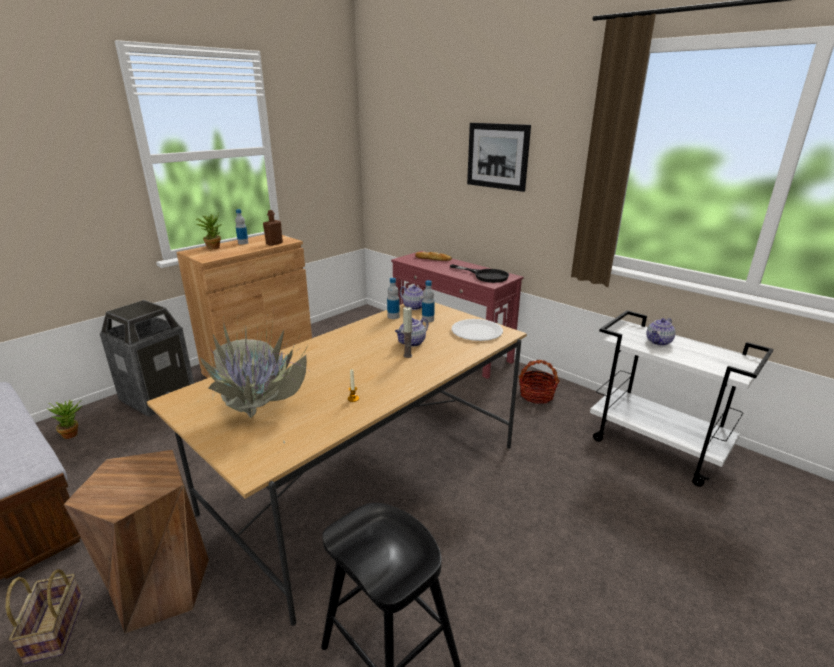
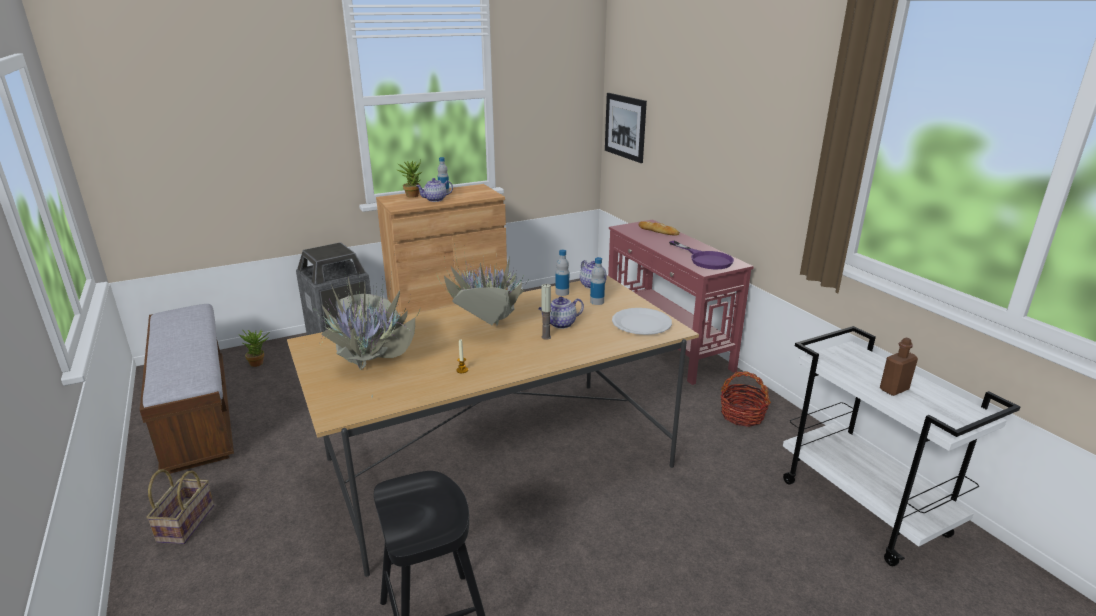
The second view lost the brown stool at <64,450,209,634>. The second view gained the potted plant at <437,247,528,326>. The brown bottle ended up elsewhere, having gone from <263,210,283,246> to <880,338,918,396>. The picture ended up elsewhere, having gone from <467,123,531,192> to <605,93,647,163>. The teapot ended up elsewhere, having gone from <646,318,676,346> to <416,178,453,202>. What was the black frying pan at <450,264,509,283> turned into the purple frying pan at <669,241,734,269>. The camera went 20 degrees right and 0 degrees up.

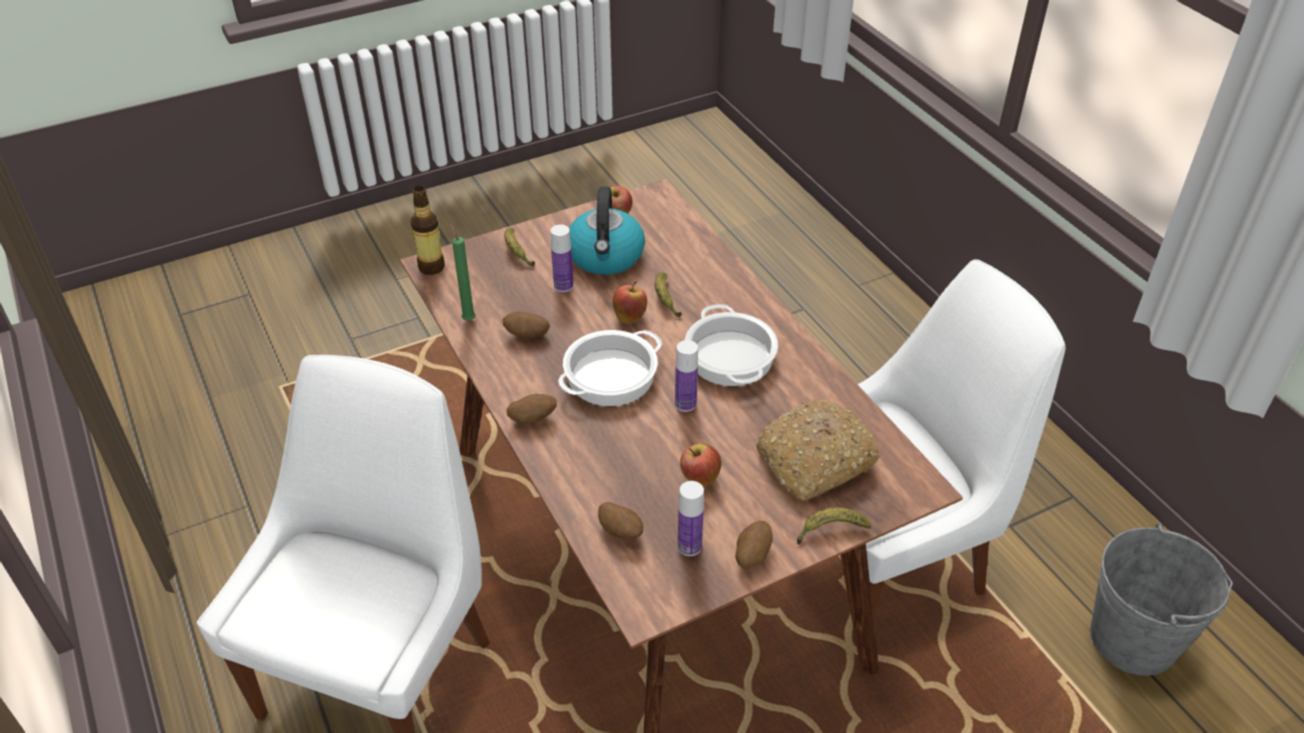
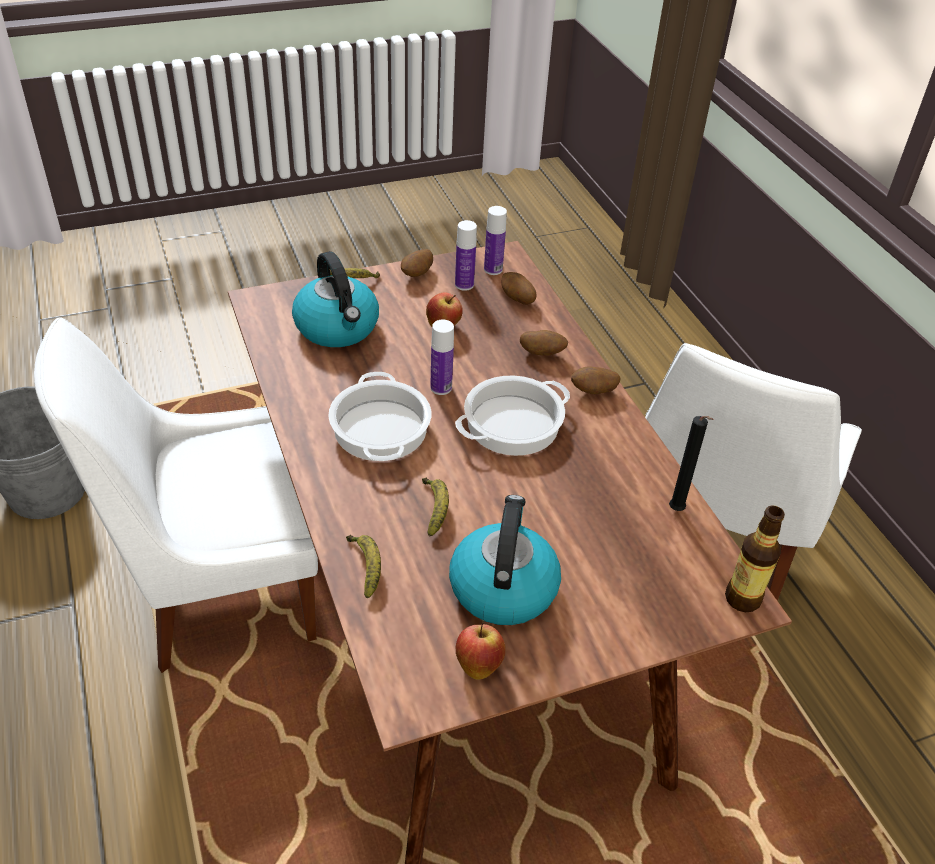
The second view lost the apple at <613,281,647,324>. The potato ended up elsewhere, having gone from <502,311,550,338> to <520,330,568,356>. The banana ended up elsewhere, having gone from <504,227,535,267> to <346,535,381,598>. The bottle ended up elsewhere, having gone from <550,225,573,292> to <484,206,507,275>. Where the bread stood at <756,399,879,500>, the kettle came to stand at <292,251,379,347>. What was the green candle at <450,224,476,321> turned into the black candle at <669,416,713,511>. The camera went 175 degrees left and 0 degrees up.

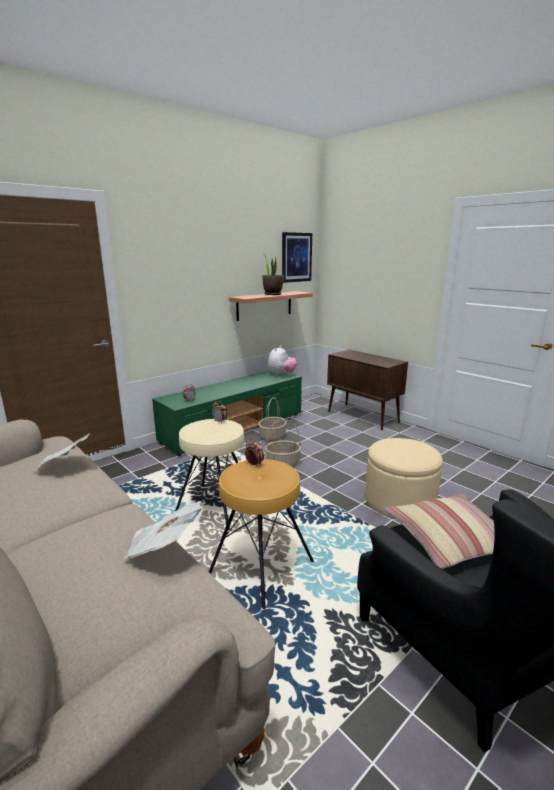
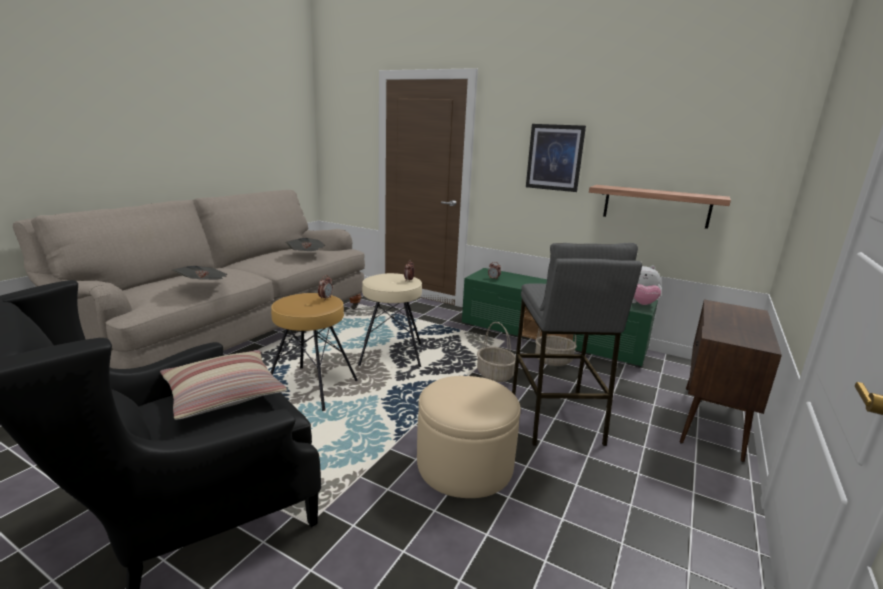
The second view lost the potted plant at <262,256,284,295>. The second view gained the grey stool at <512,243,642,446>. The picture ended up elsewhere, having gone from <282,232,312,283> to <526,124,586,192>. The camera went 70 degrees right and 0 degrees up.

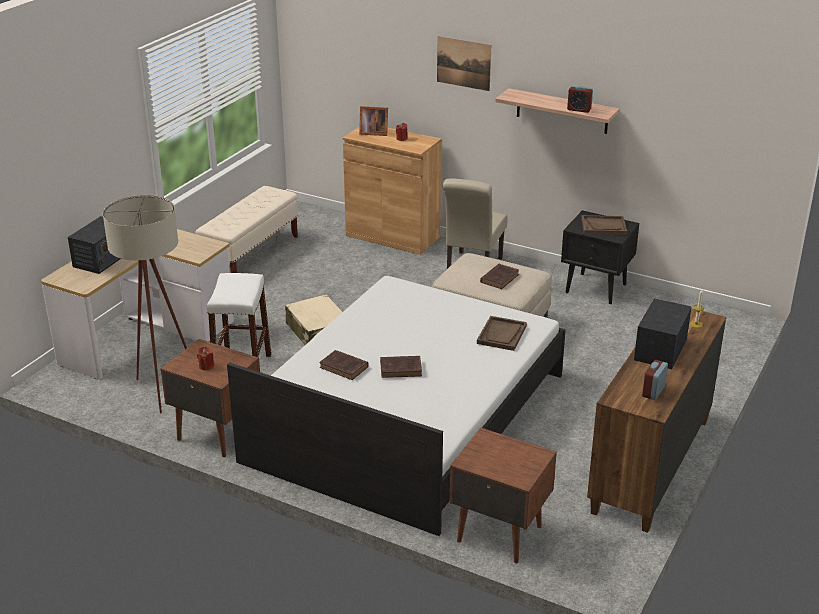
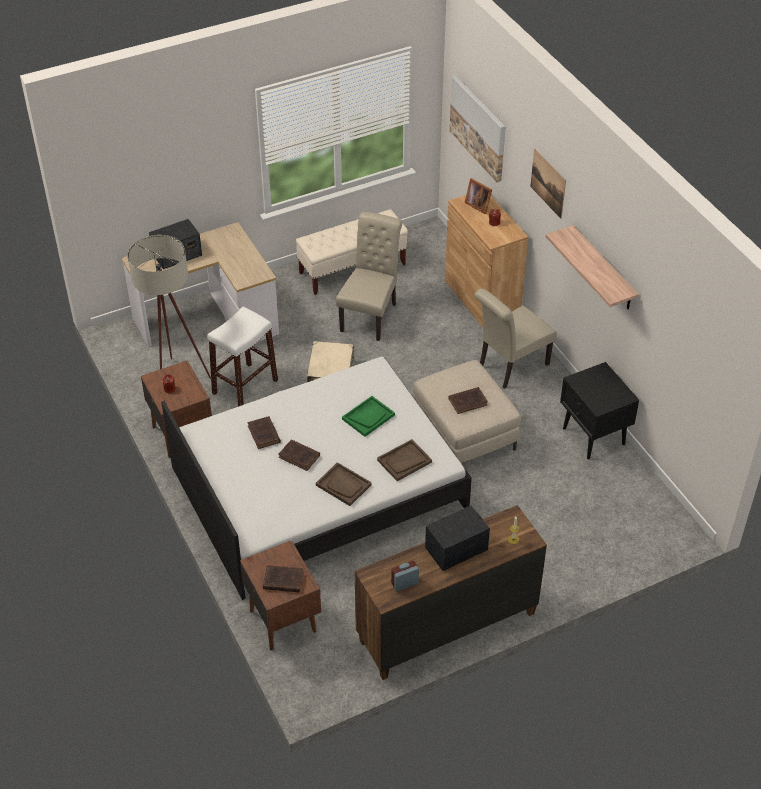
The second view lost the alarm clock at <567,86,593,113>. The second view gained the brown book at <263,565,304,592>. The second view gained the beige chair at <336,212,402,341>. The second view gained the green tray at <342,396,395,437>. The second view gained the picture at <449,76,506,182>. The brown tray ended up elsewhere, having gone from <581,215,627,235> to <316,462,371,506>. The camera went 35 degrees right and 15 degrees up.

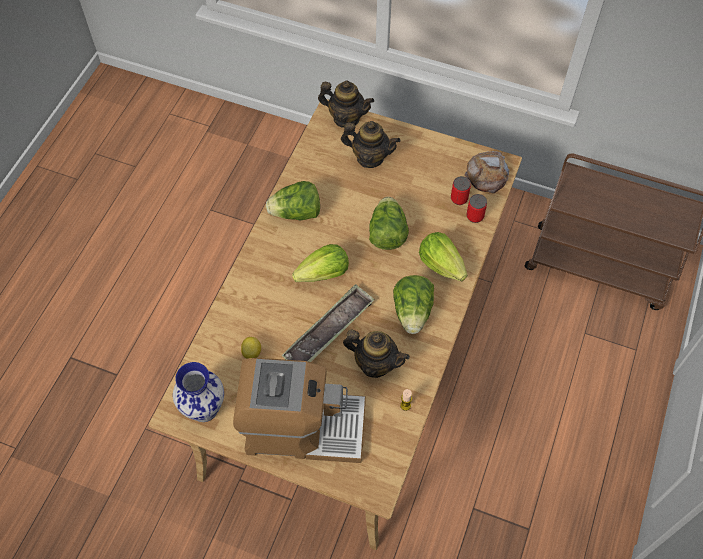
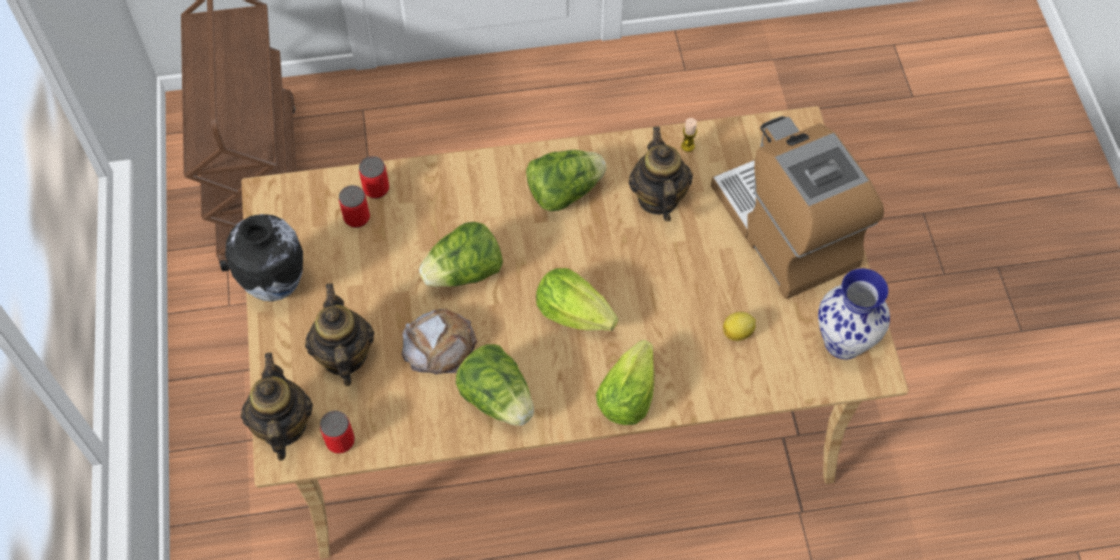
The second view lost the tray at <281,284,375,362>. The second view gained the vase at <225,214,303,302>. The second view gained the can at <320,411,355,453>. The lettuce ended up elsewhere, having gone from <419,232,467,281> to <596,340,655,425>. The bread ended up elsewhere, having gone from <464,151,509,193> to <402,309,477,374>. The camera went 120 degrees left and 0 degrees up.

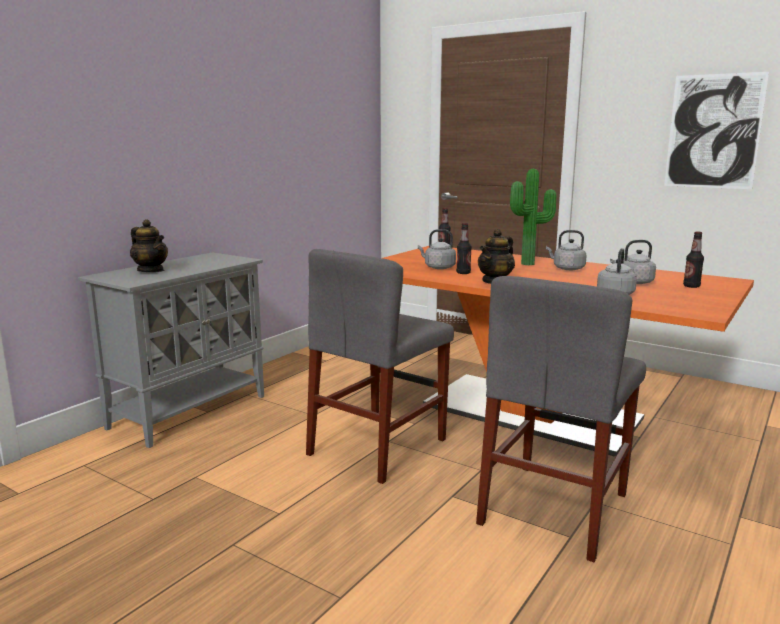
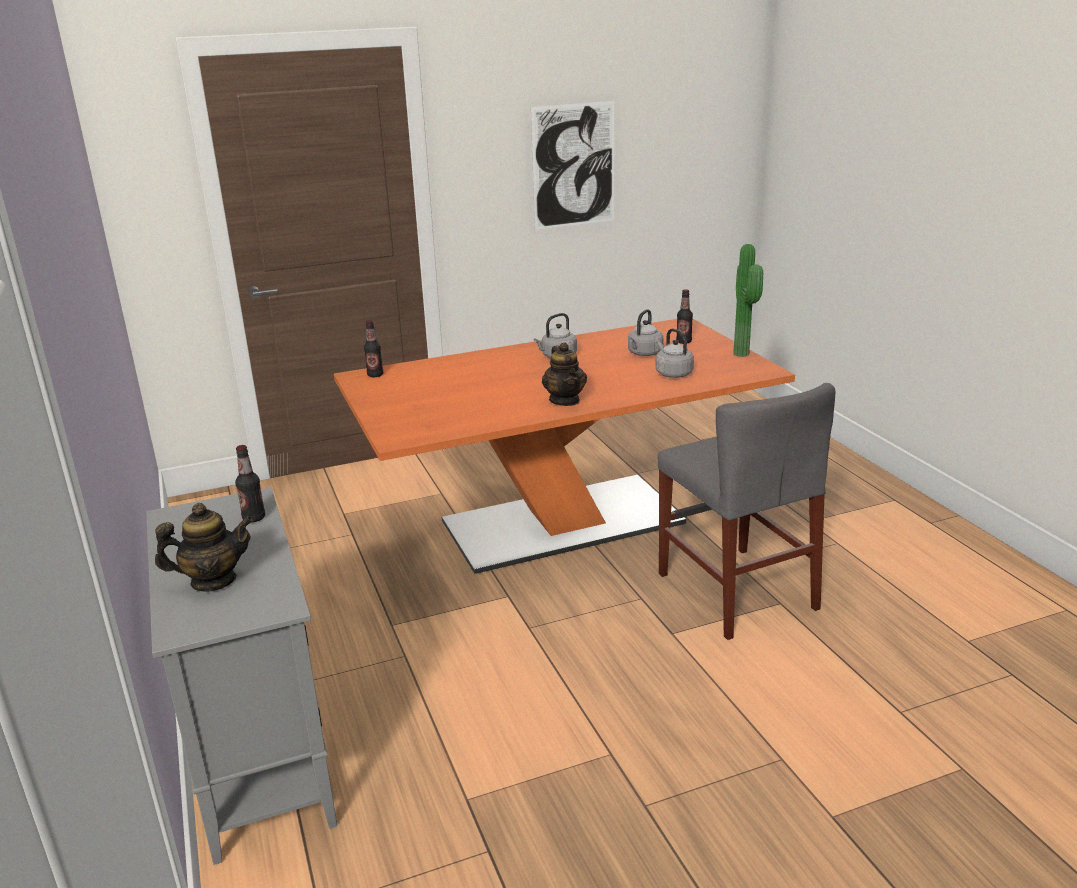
The second view lost the grey chair at <306,249,454,484>. The second view lost the grey kettle at <418,229,456,269>. The bottle ended up elsewhere, having gone from <456,223,472,274> to <235,445,265,522>. The potted plant ended up elsewhere, having gone from <510,169,556,265> to <733,244,763,357>. The camera went 55 degrees left and 10 degrees up.

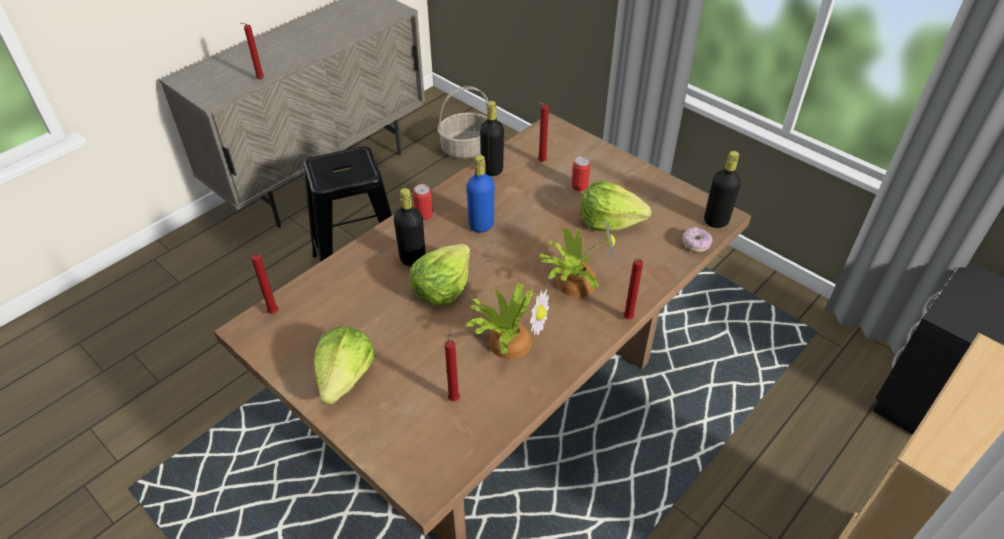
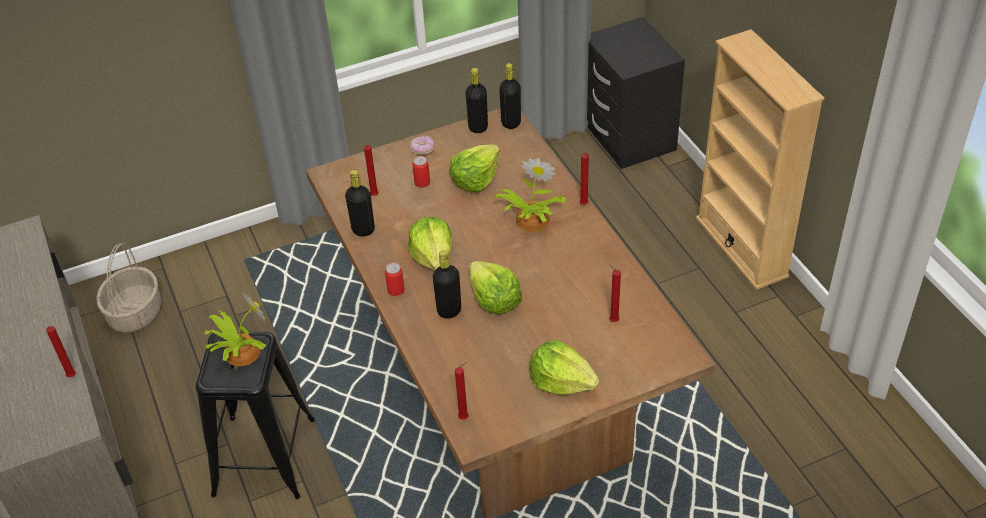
The second view gained the black bottle at <465,68,488,133>. The potted plant ended up elsewhere, having gone from <465,283,549,359> to <205,293,266,366>. The donut ended up elsewhere, having gone from <683,227,712,252> to <410,136,435,155>. Where the blue bottle stood at <467,155,494,233>, the lettuce came to stand at <408,217,453,270>. The camera went 65 degrees left and 0 degrees up.

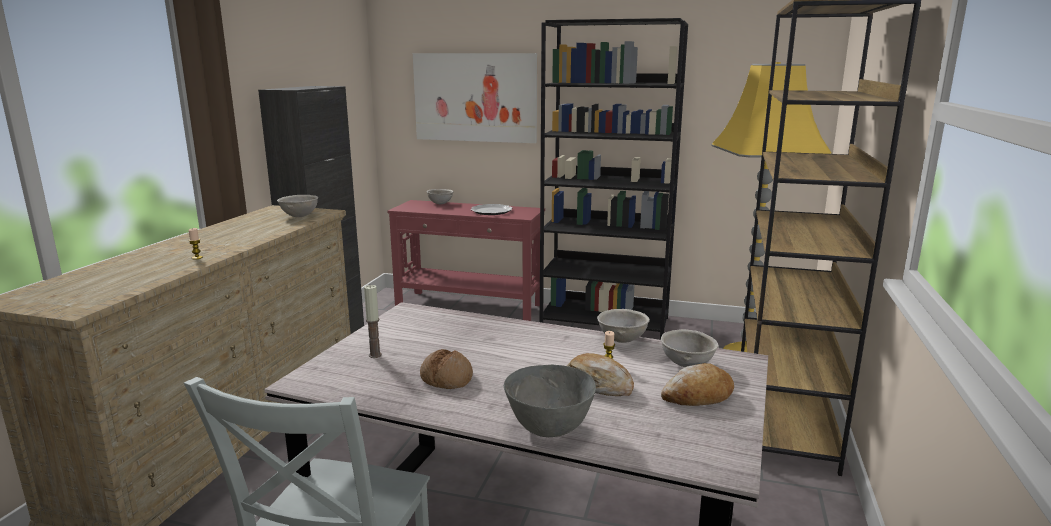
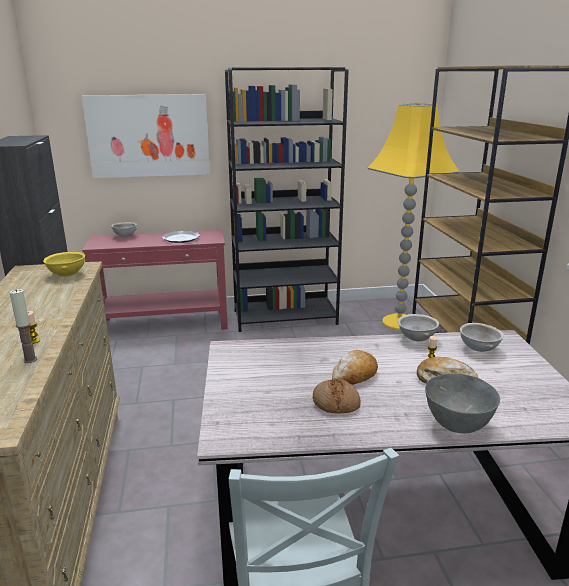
The candle ended up elsewhere, having gone from <364,285,382,358> to <9,289,37,363>. The bread ended up elsewhere, having gone from <661,363,734,406> to <332,350,378,385>. What was the grey bowl at <277,195,318,217> turned into the yellow bowl at <43,252,85,277>. The camera went 25 degrees left and 5 degrees up.

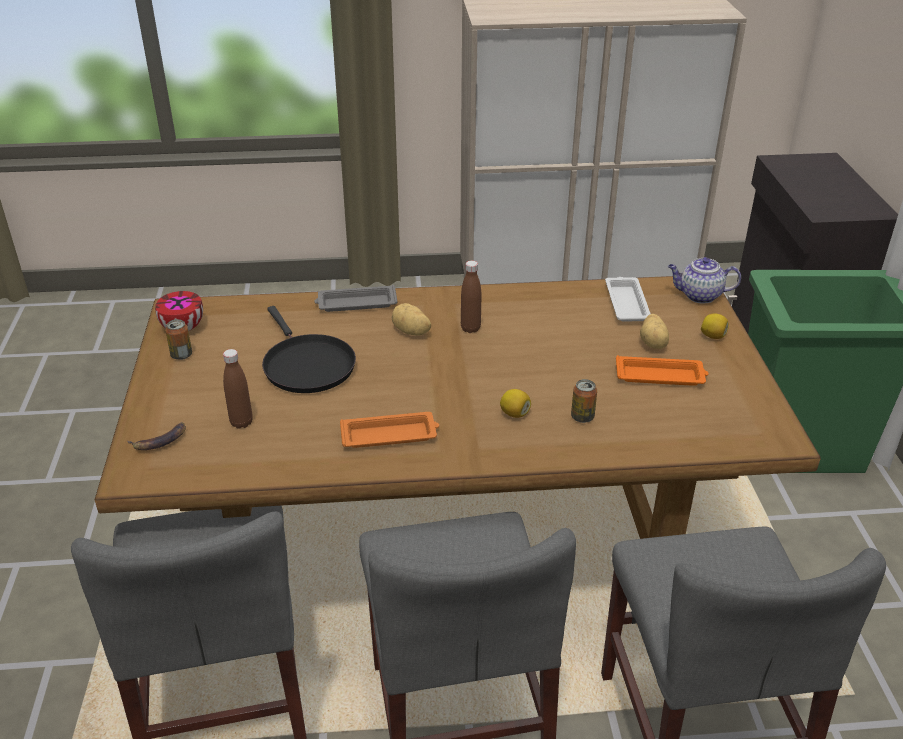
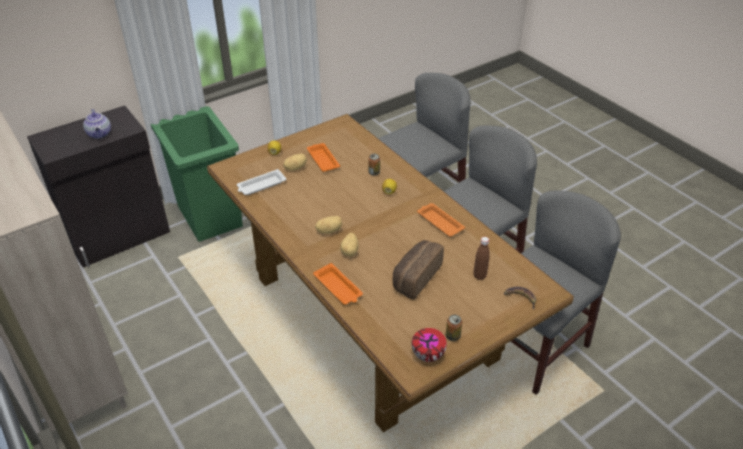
The teapot ended up elsewhere, having gone from <668,257,741,303> to <83,109,111,139>. Where the black frying pan stood at <262,306,356,393>, the bread came to stand at <393,240,444,300>. Where the brown bottle stood at <461,261,481,333>, the potato came to stand at <315,216,342,234>. What was the grey tray at <314,285,398,312> turned into the orange tray at <313,263,363,305>. The camera went 120 degrees left and 5 degrees up.

